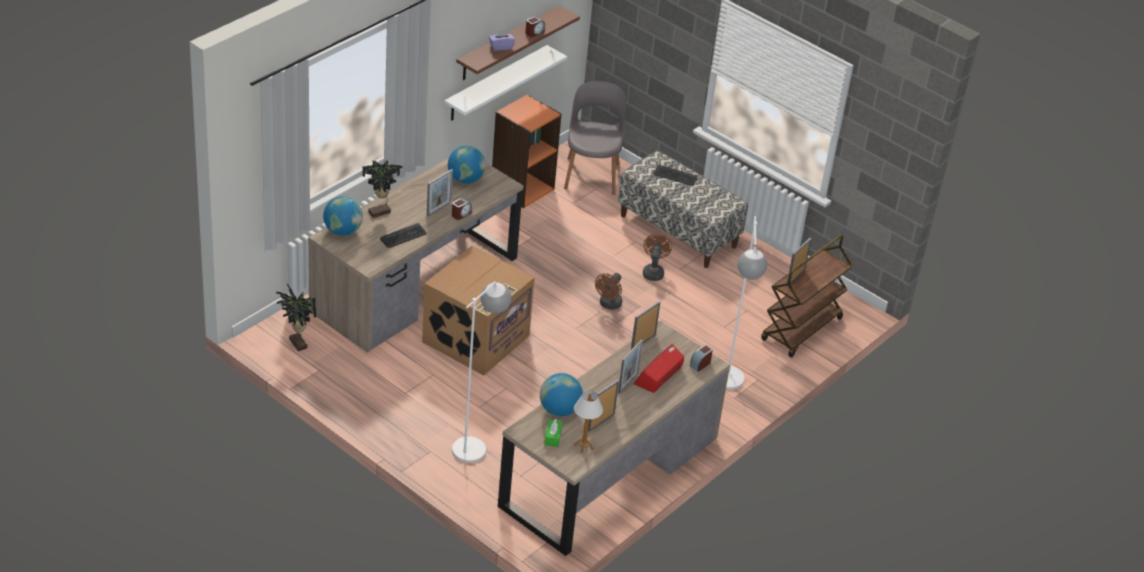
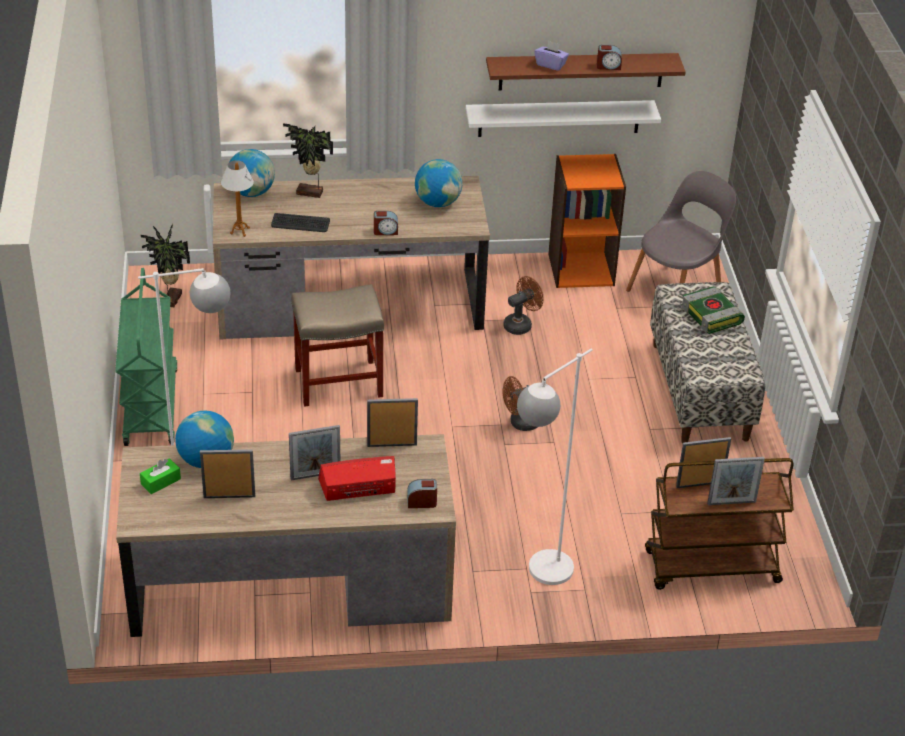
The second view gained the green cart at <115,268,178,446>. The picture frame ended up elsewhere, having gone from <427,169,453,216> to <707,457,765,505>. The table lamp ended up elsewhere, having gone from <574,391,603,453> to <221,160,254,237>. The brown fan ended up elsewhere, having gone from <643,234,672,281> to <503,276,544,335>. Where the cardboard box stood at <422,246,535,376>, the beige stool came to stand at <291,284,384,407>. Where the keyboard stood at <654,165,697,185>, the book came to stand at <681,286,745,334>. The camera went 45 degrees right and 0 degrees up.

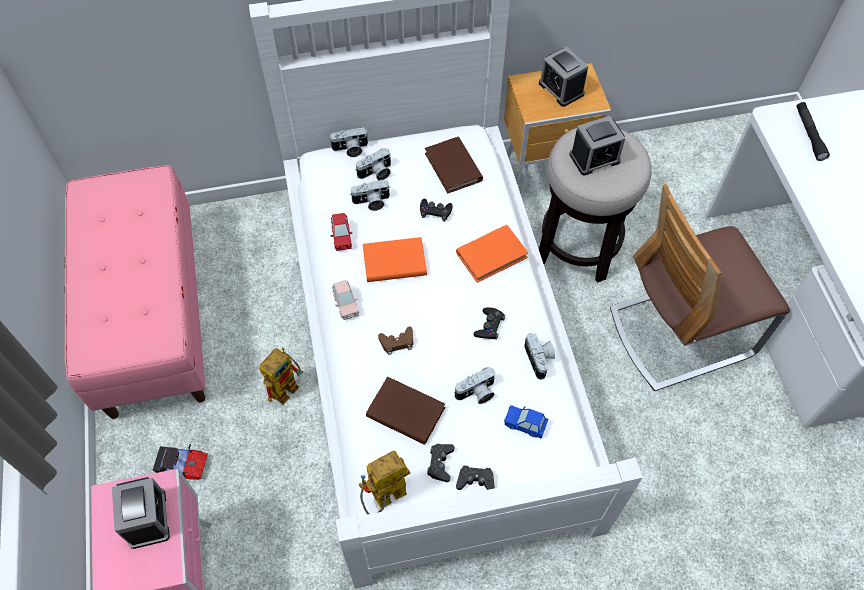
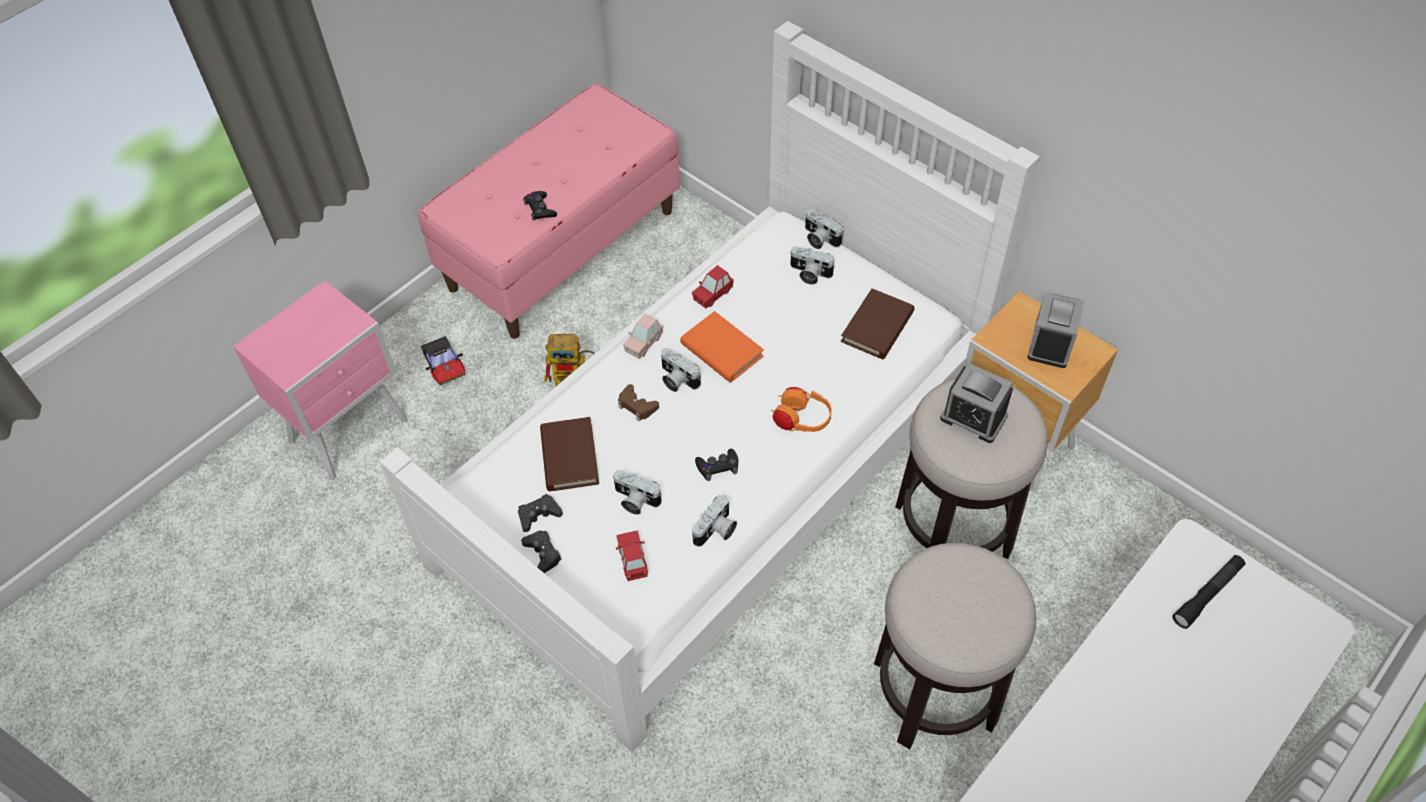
The second view lost the alarm clock at <112,477,170,549>. The second view lost the toy robot at <359,451,411,515>. The photo camera ended up elsewhere, having gone from <350,180,390,211> to <661,348,701,392>. The black game controller ended up elsewhere, having gone from <420,199,452,222> to <523,191,557,220>. Where the orange book stood at <456,225,528,283>, the orange headphones came to stand at <771,387,832,432>. Where the chair stood at <610,184,790,391>, the stool came to stand at <874,543,1036,749>. What was the blue toy car at <504,405,548,438> turned into the red toy car at <616,530,648,581>. The camera went 55 degrees right and 5 degrees down.

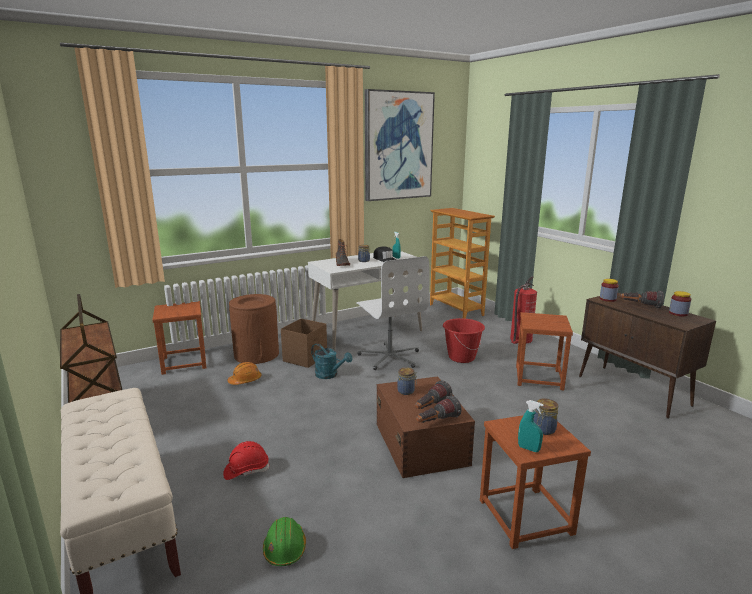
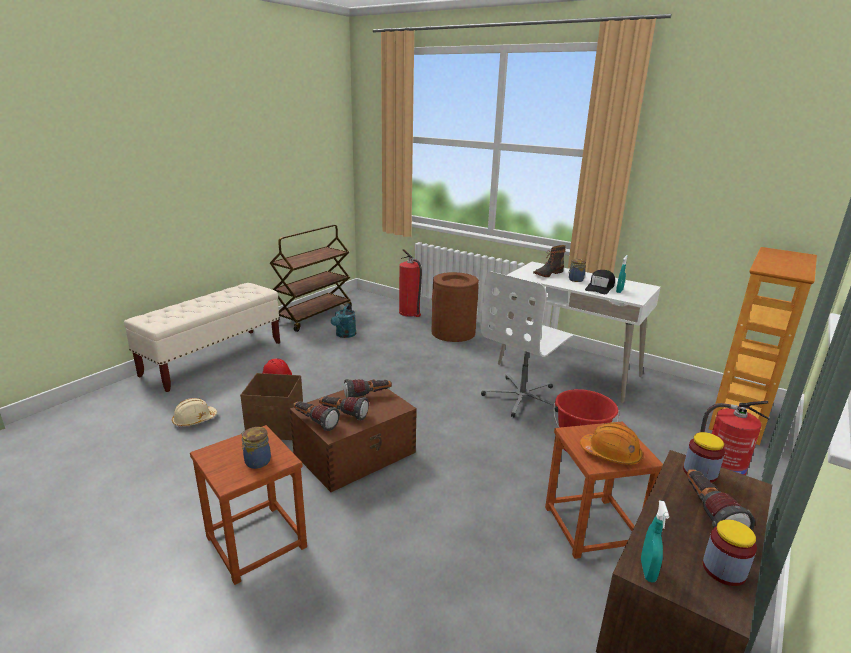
The second view lost the picture at <365,89,435,201>. The orange hard hat ended up elsewhere, having gone from <227,362,261,385> to <580,422,643,465>. The brown storage box ended up elsewhere, having gone from <281,318,327,368> to <240,373,303,440>. The turquoise watering can ended up elsewhere, having gone from <311,344,352,379> to <331,304,356,338>. The turquoise spray bottle ended up elsewhere, having gone from <518,400,544,452> to <641,501,669,583>. Where the brown stool stood at <152,301,207,375>, the fire extinguisher came to stand at <399,249,422,317>. Where the jar stood at <397,367,417,395>, the flashlight came to stand at <344,379,392,398>. What was the green hard hat at <263,517,306,566> turned into the beige hard hat at <172,398,217,427>. The camera went 65 degrees right and 5 degrees up.

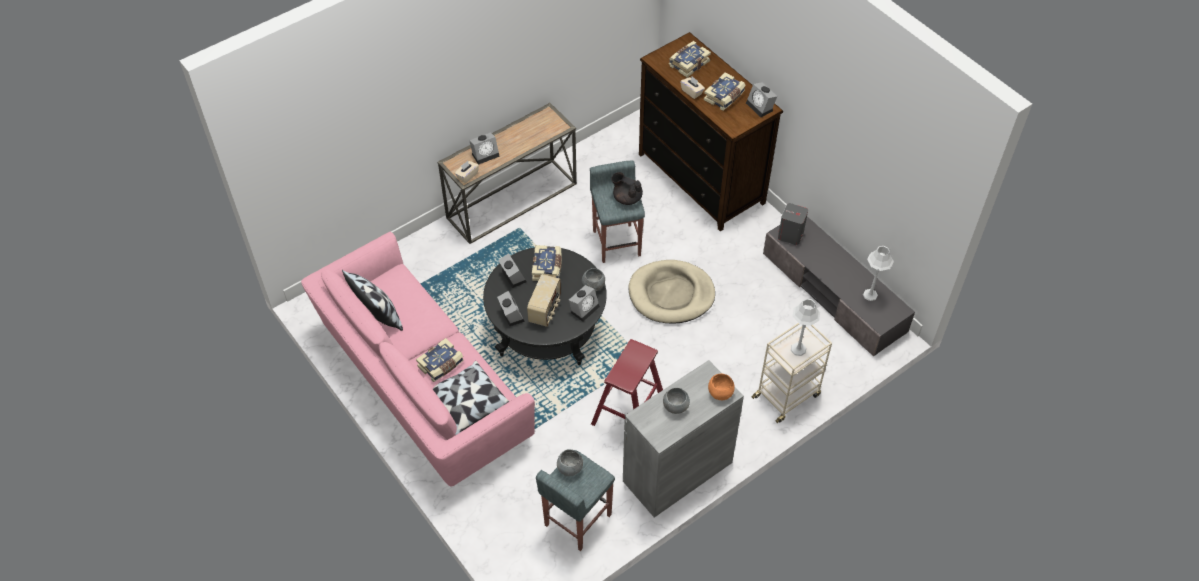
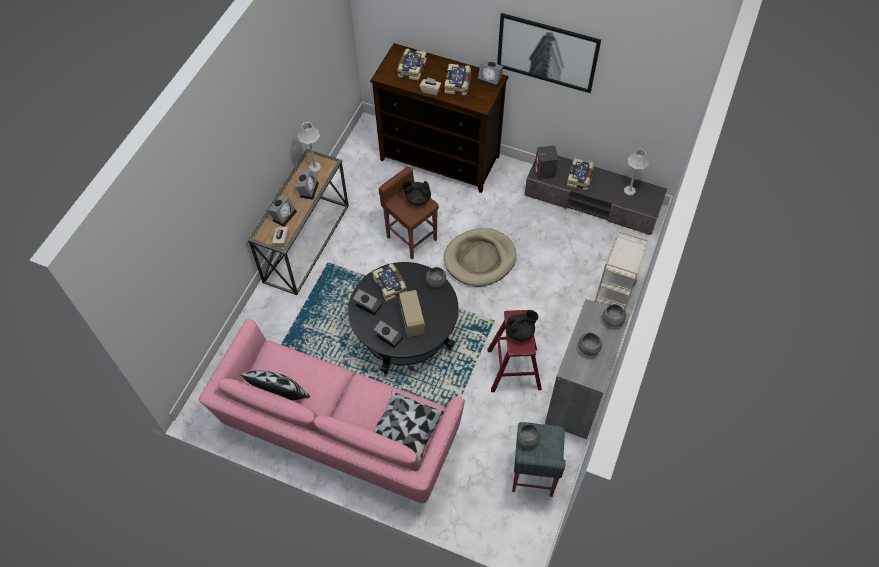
The second view gained the picture at <497,13,601,93>. The second view gained the black teapot at <506,310,538,341>. The book ended up elsewhere, having gone from <416,338,463,382> to <567,158,594,190>. The alarm clock ended up elsewhere, having gone from <569,285,600,322> to <295,170,319,199>. The grey table lamp ended up elsewhere, having gone from <791,299,820,356> to <298,122,321,172>. What was the grey stool at <590,160,645,263> turned into the brown stool at <379,167,439,259>. What was the orange bowl at <708,374,735,400> turned into the grey bowl at <603,304,626,327>. The camera went 30 degrees left and 5 degrees up.

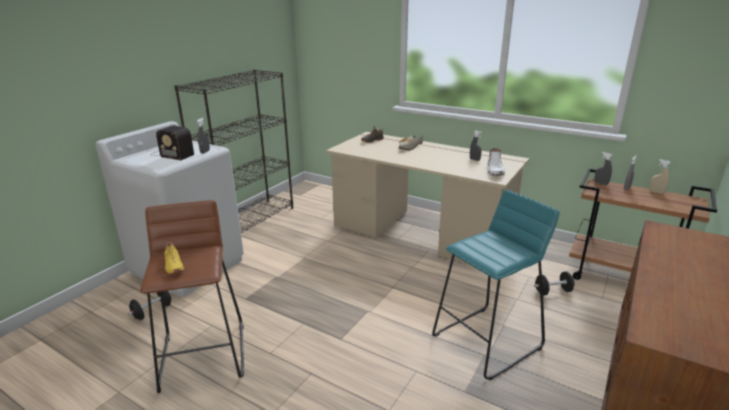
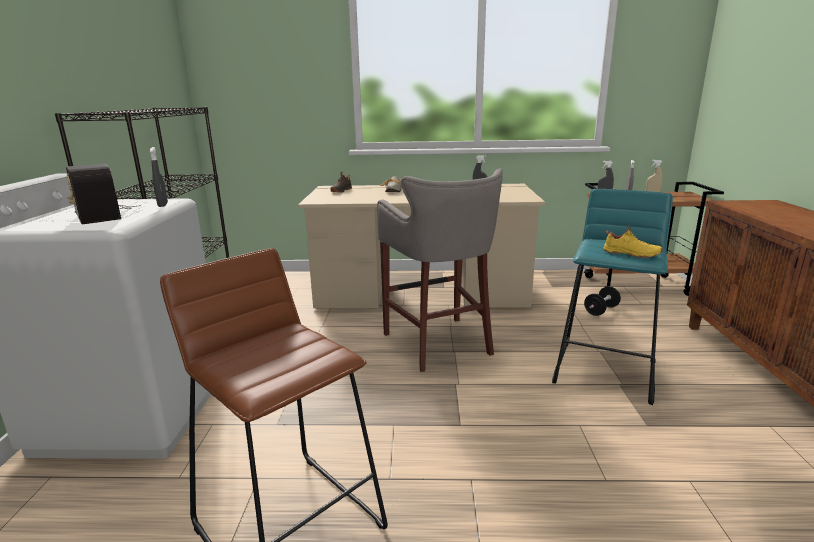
The second view lost the black dumbbell at <128,291,172,320>. The second view lost the white boot at <487,148,505,176>. The second view gained the grey stool at <377,168,503,372>. The yellow shoe ended up elsewhere, having gone from <164,240,184,274> to <604,225,663,258>. The radio at <150,126,194,160> ended up facing another way, 60 degrees clockwise from before. The camera went 30 degrees left and 5 degrees down.

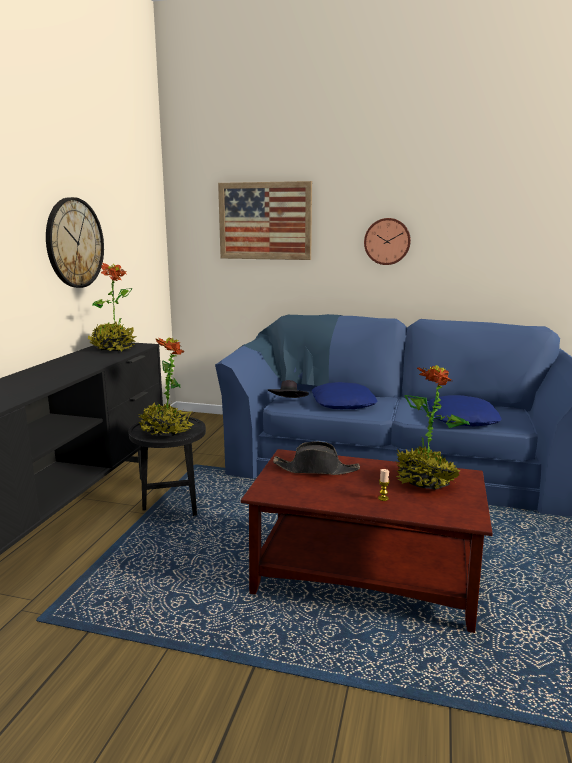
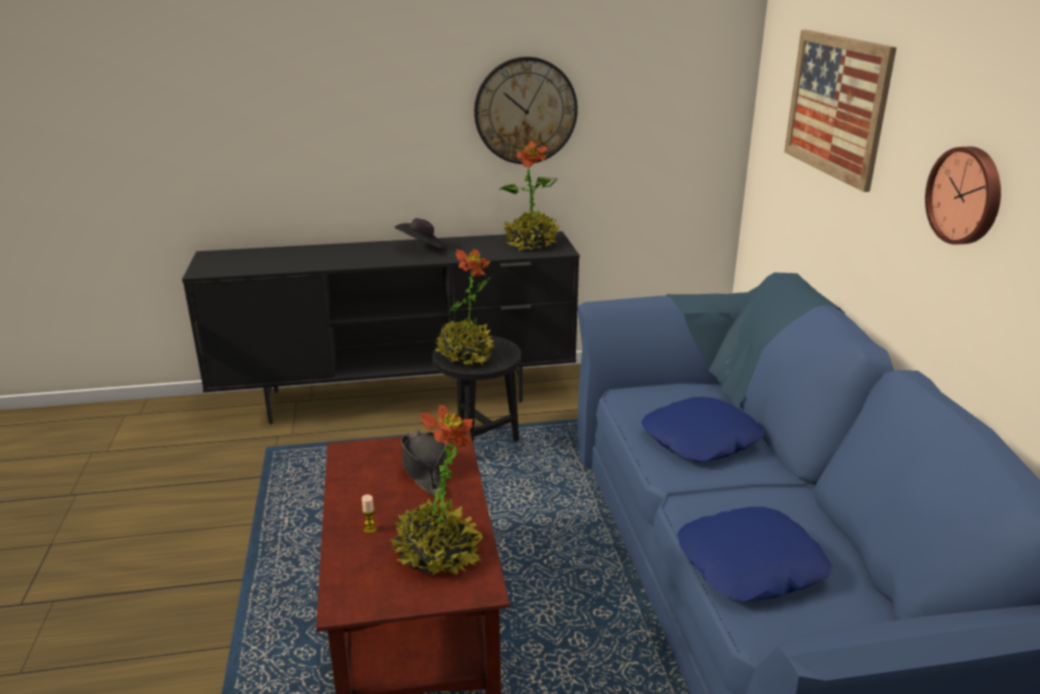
The black hat ended up elsewhere, having gone from <268,380,309,398> to <394,218,446,249>. The camera went 65 degrees right and 10 degrees up.

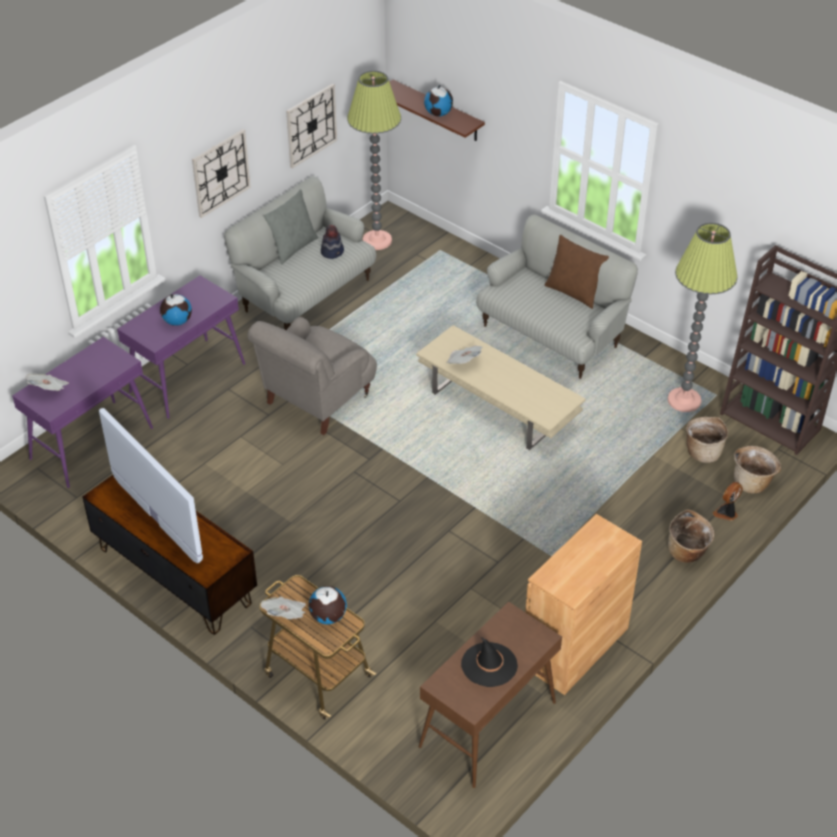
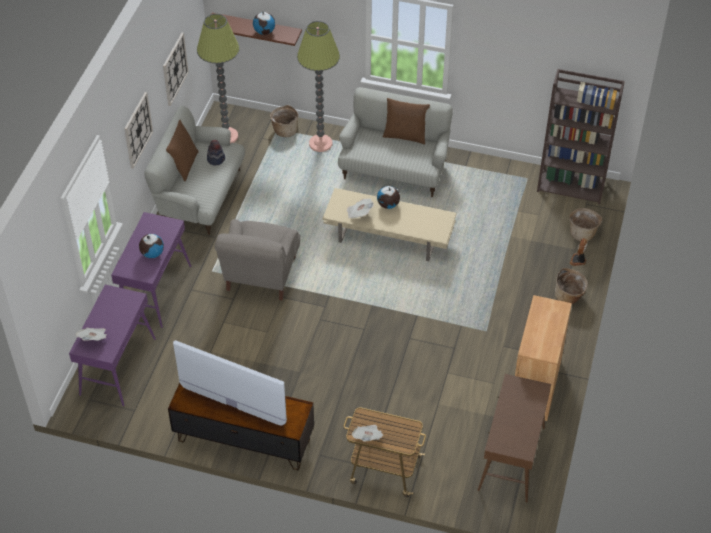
The second view lost the black hat at <461,637,518,687>. The globe ended up elsewhere, having gone from <309,586,347,624> to <377,186,400,209>. The floor lamp ended up elsewhere, having gone from <668,223,738,412> to <297,21,340,152>. The basket ended up elsewhere, having gone from <686,417,728,463> to <270,105,298,137>. What was the grey pillow at <264,189,318,265> turned into the brown pillow at <166,120,199,181>. The camera went 25 degrees left and 5 degrees up.

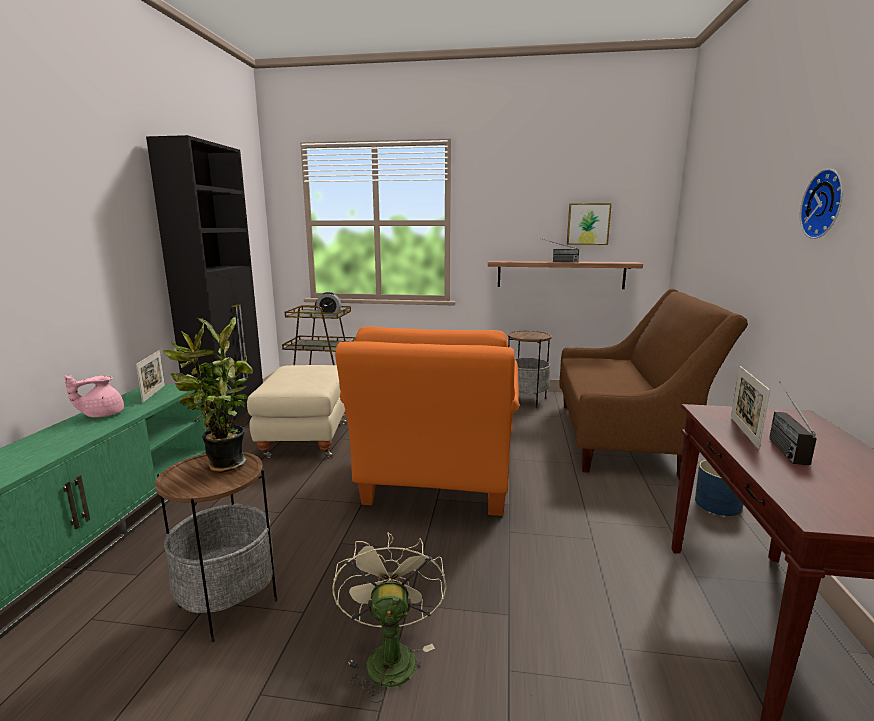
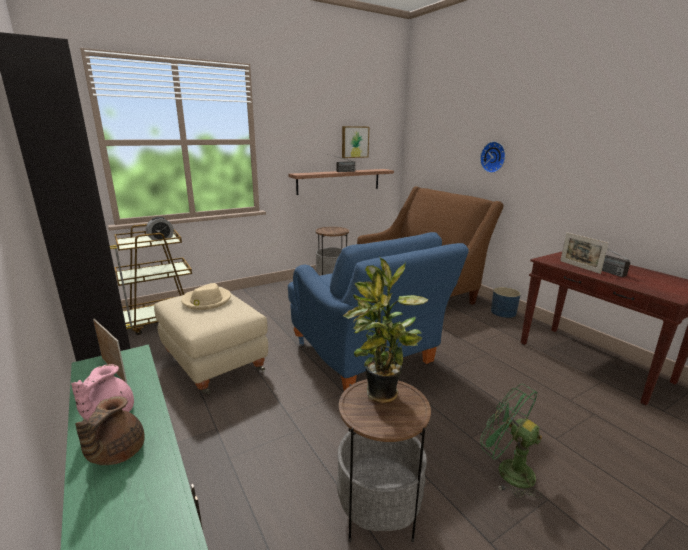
The second view gained the brown teapot at <75,396,145,465>. The second view gained the beige hat at <181,283,231,310>. The wall clock ended up elsewhere, having gone from <800,169,843,239> to <480,141,506,173>. What was the beige fan at <332,532,447,703> turned into the green fan at <480,384,543,498>. What was the orange armchair at <335,326,519,516> turned into the blue armchair at <288,232,469,391>. The camera went 40 degrees left and 5 degrees up.

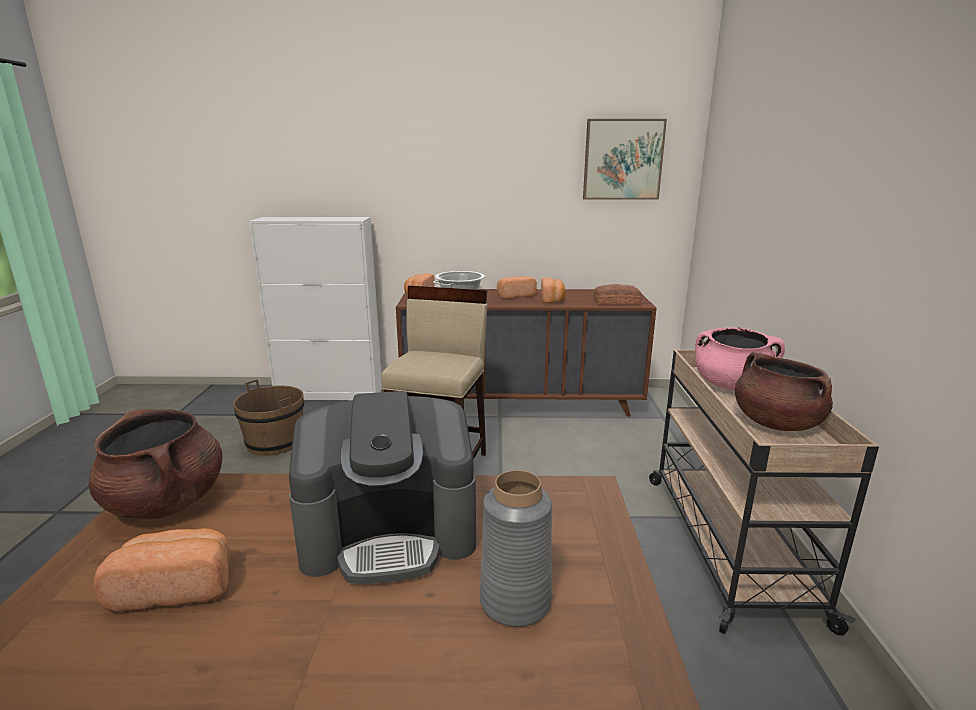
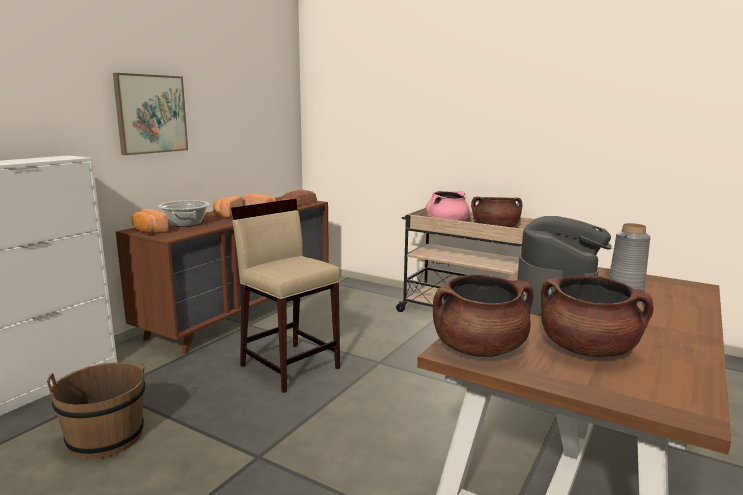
The picture ended up elsewhere, having gone from <583,119,667,200> to <113,73,188,155>. Where the bread stood at <94,528,230,611>, the brown cooking pot came to stand at <541,276,654,357>. The camera went 60 degrees left and 5 degrees down.

